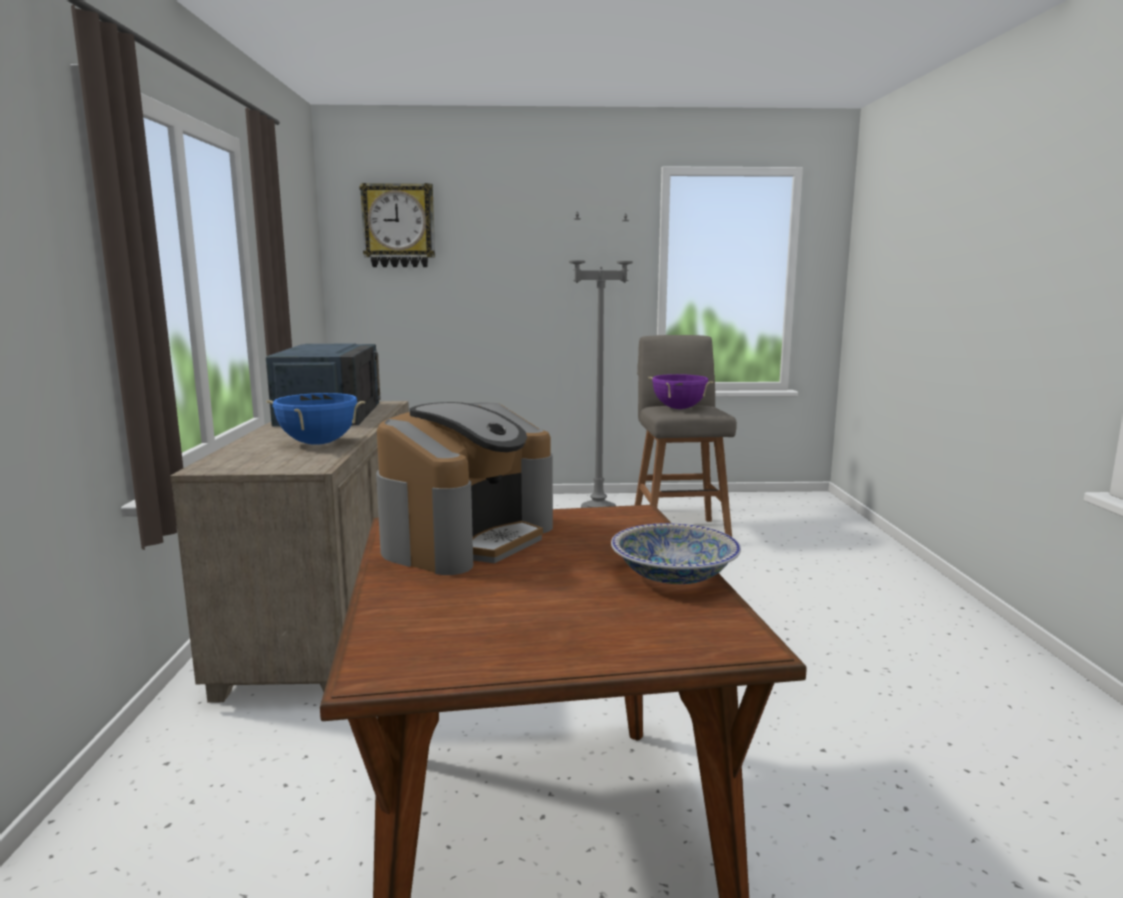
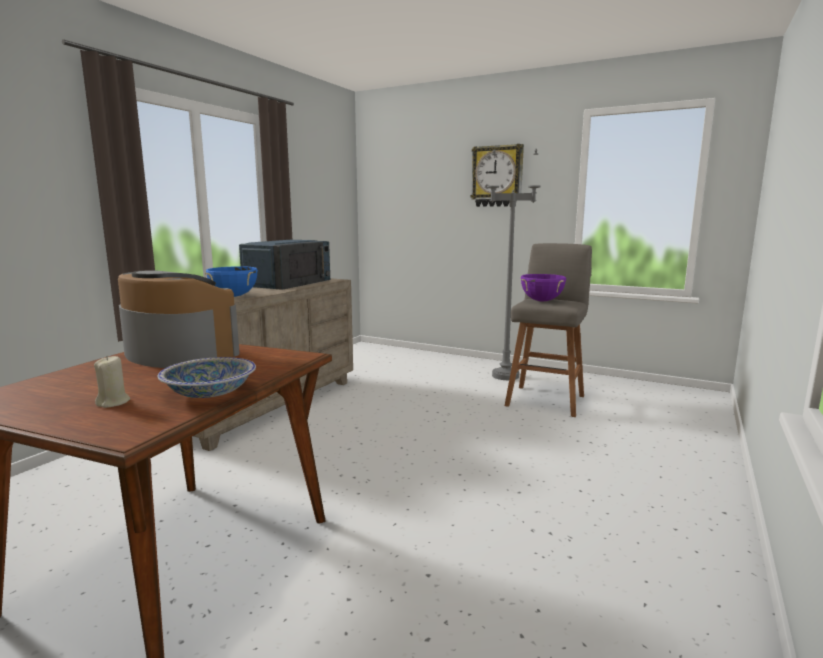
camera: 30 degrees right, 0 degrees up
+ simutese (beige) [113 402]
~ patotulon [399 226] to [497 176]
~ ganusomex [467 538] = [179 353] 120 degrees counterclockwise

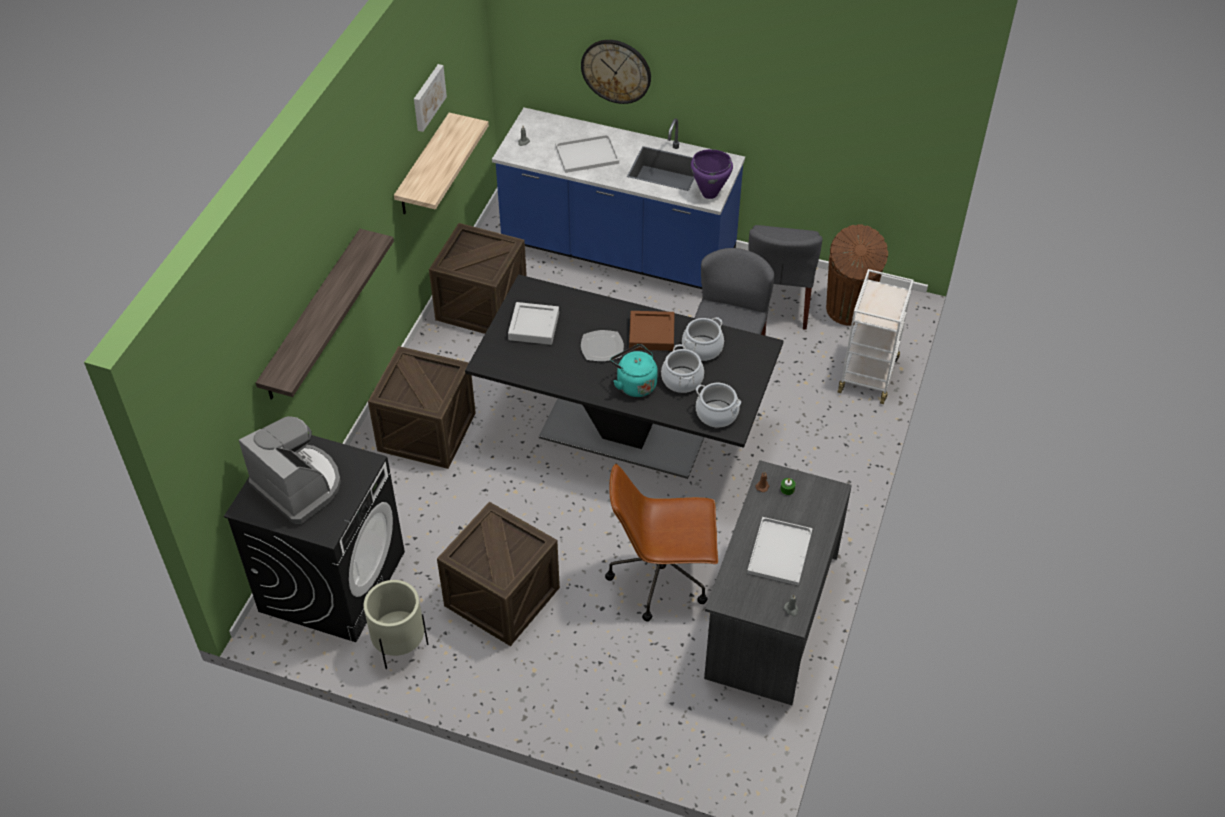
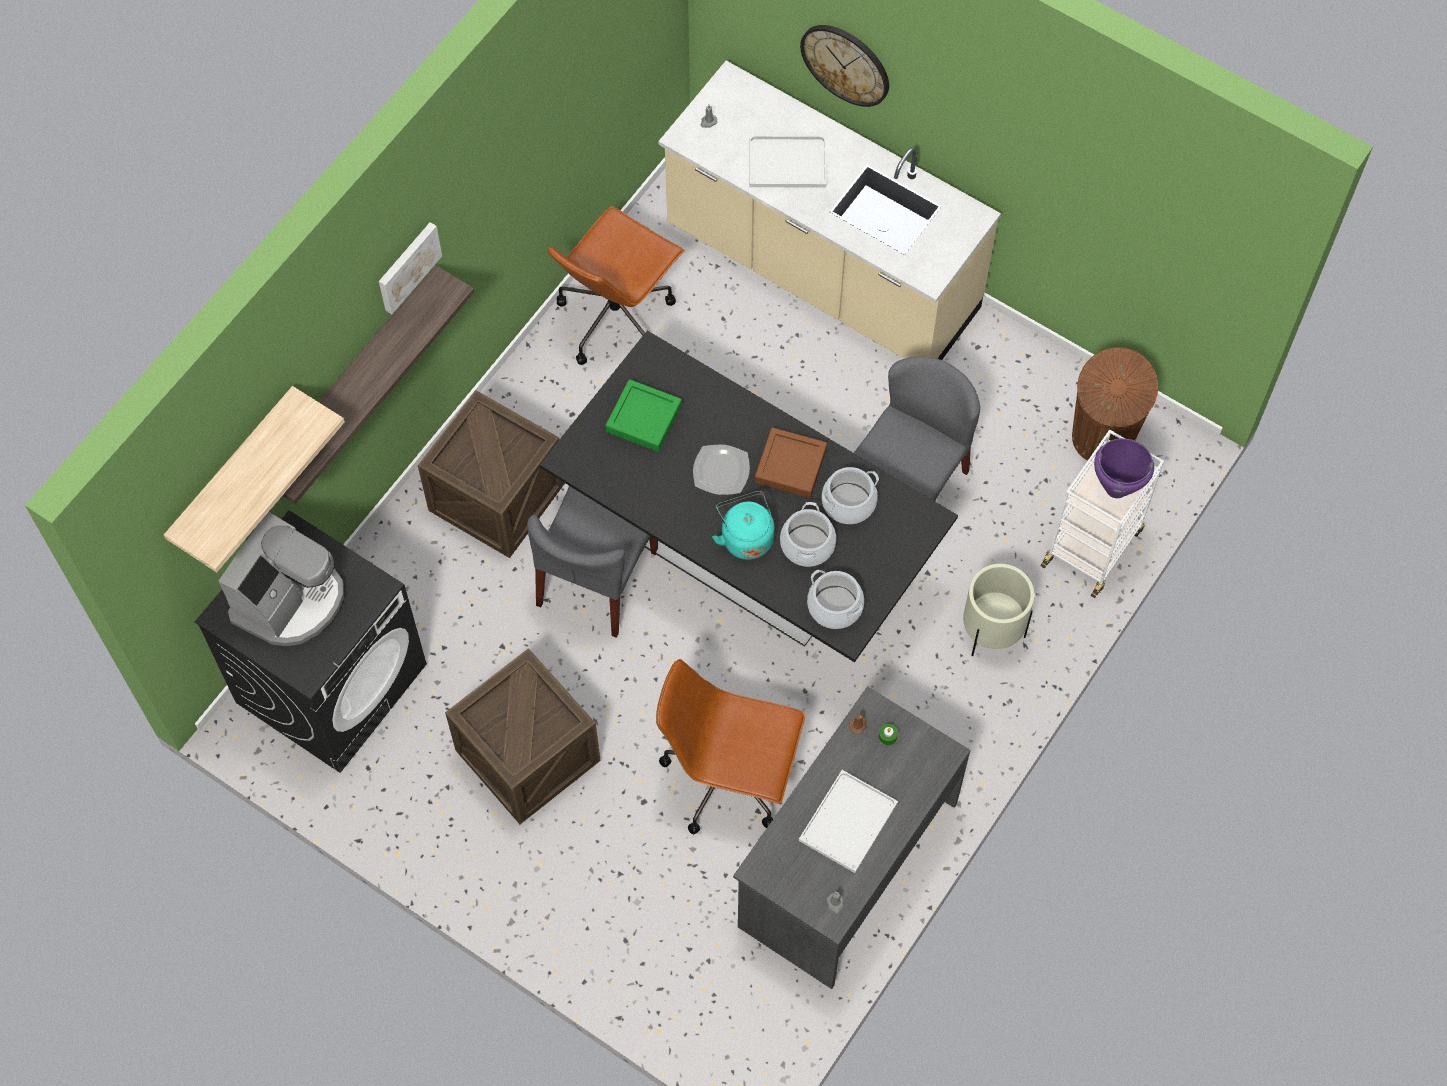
camera: 15 degrees right, 15 degrees up
~ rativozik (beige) [400 646] to [991 632]
~ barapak [423 166] to [233 471]
~ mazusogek [427 97] to [407 266]
~ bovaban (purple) [709 193] to [1116 488]
~ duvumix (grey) [777 301] to [597 579]
~ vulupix [481 305] to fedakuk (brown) [616 317]
~ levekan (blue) [618 251] to levekan (beige) [822 271]
~ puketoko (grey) [534 327] to puketoko (green) [643 418]
~ ganusomex [299 485] = [290 600] 60 degrees clockwise

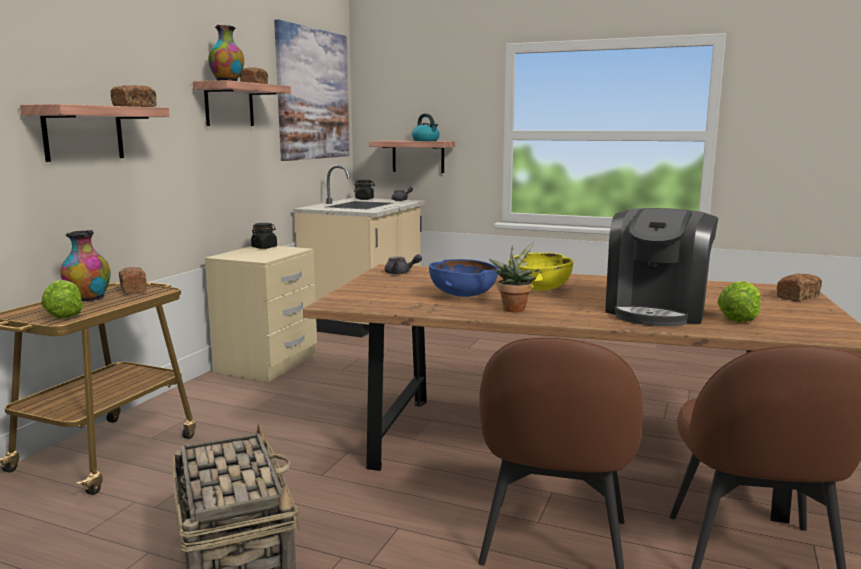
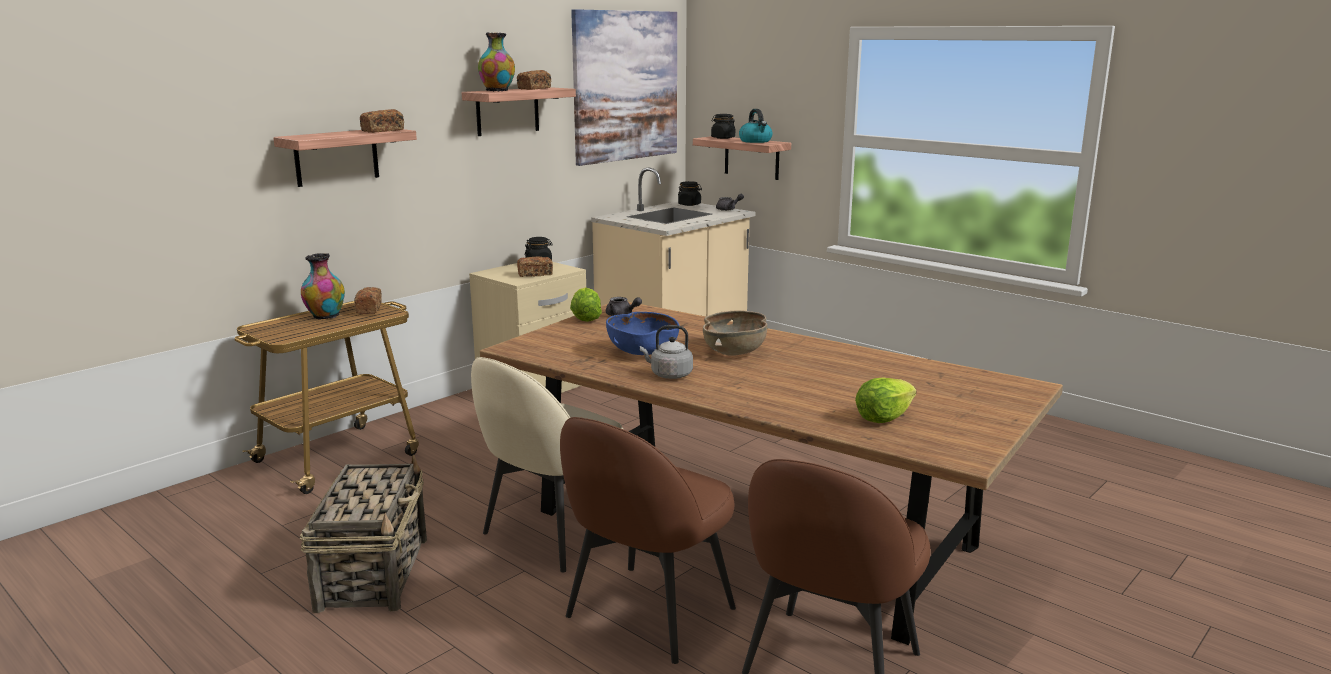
camera: 20 degrees right, 5 degrees up
- ganusomex [656 311]
+ duvumix (beige) [552 535]
+ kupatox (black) [722 138]
~ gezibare [64 315] to [585 318]
~ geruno [797 297] to [535 274]
~ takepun [514 308] to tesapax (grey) [669 375]
~ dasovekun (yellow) [540 288] to dasovekun (brown) [734 352]

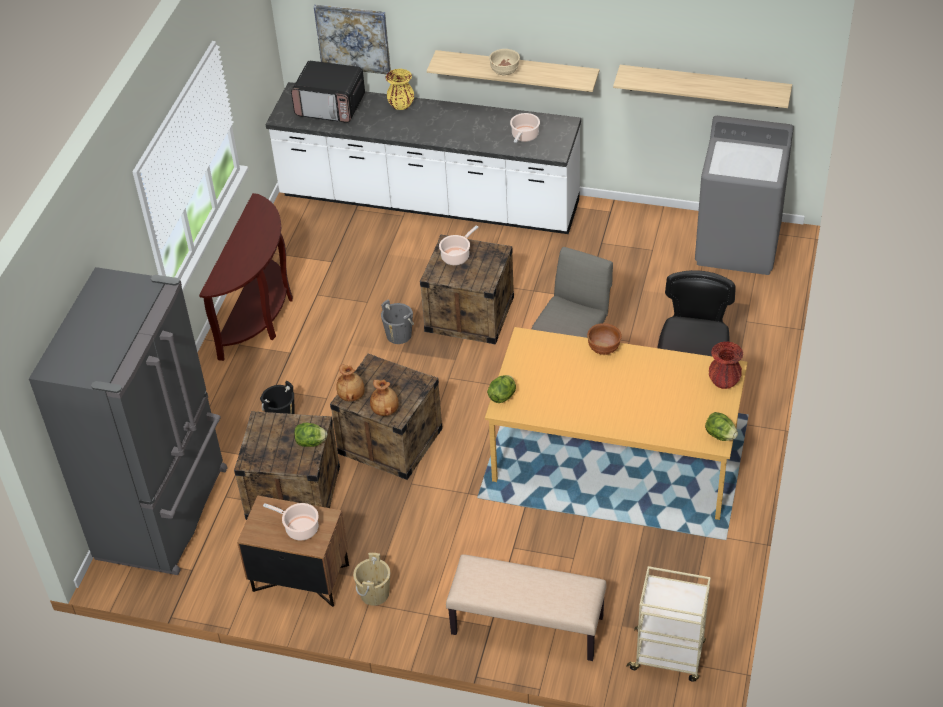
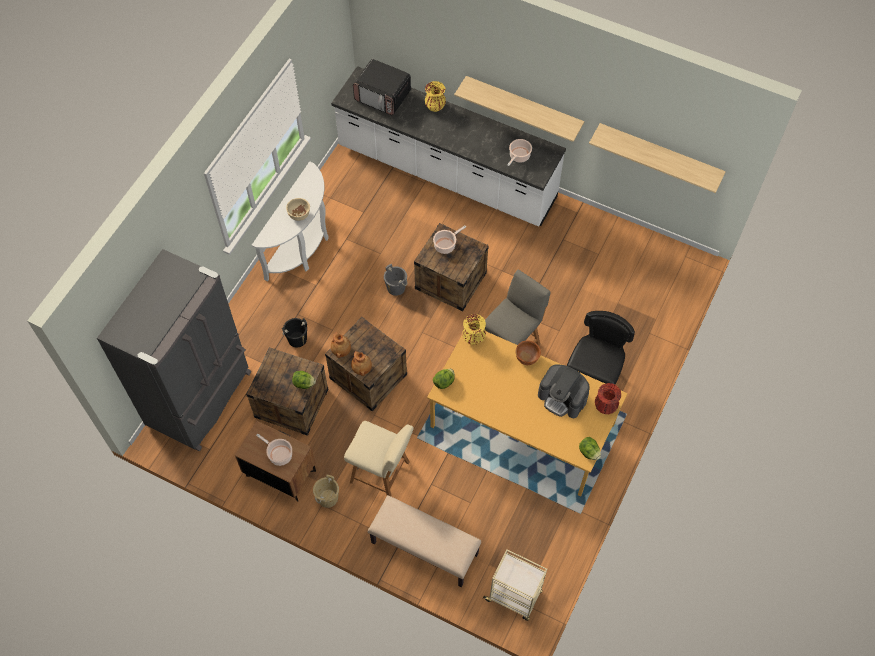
camera: 10 degrees right, 15 degrees up
- mazusogek [353 38]
- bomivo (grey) [738 245]
+ duvumix (beige) [382 473]
+ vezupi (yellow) [473 338]
+ ganusomex [562 397]
~ dasovekun (beige) [505 72] to [299 215]
~ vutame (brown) [260 315] to vutame (white) [302 247]

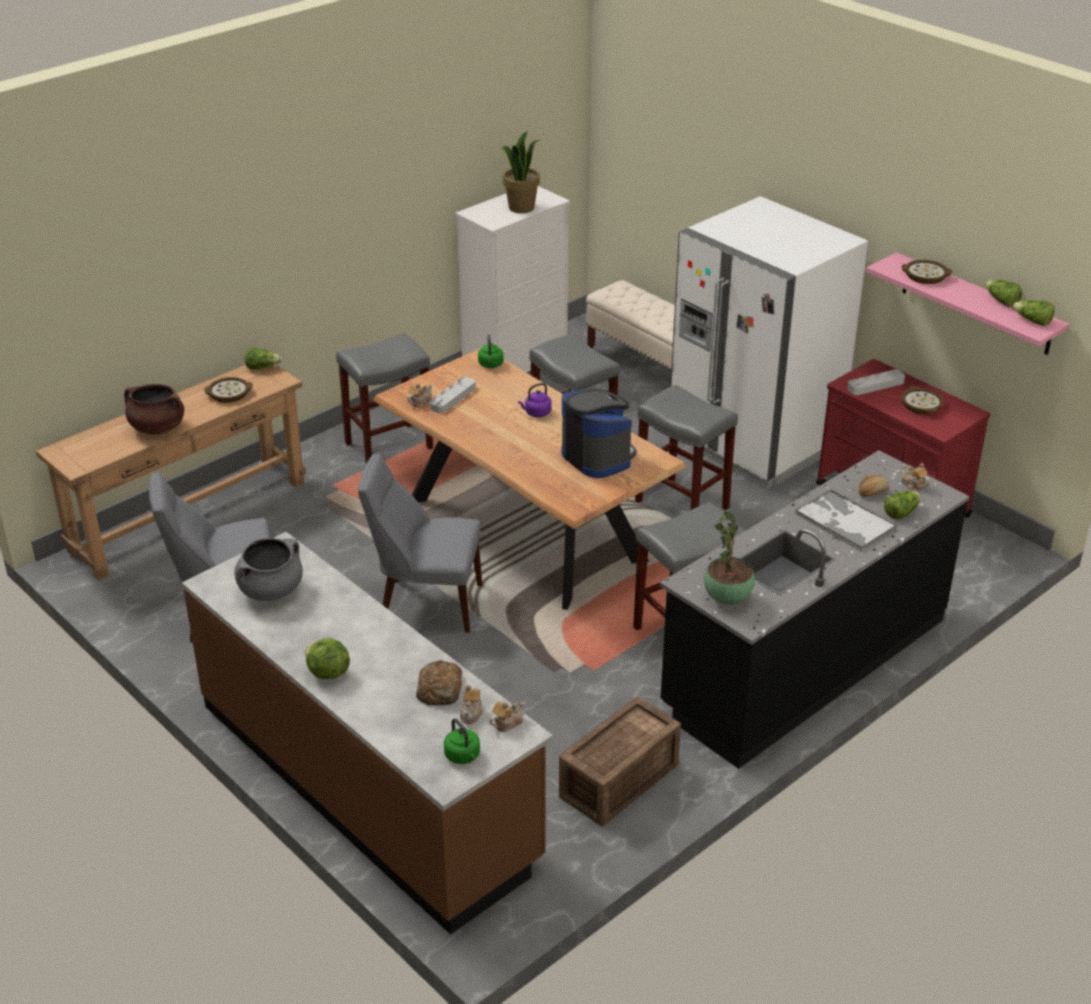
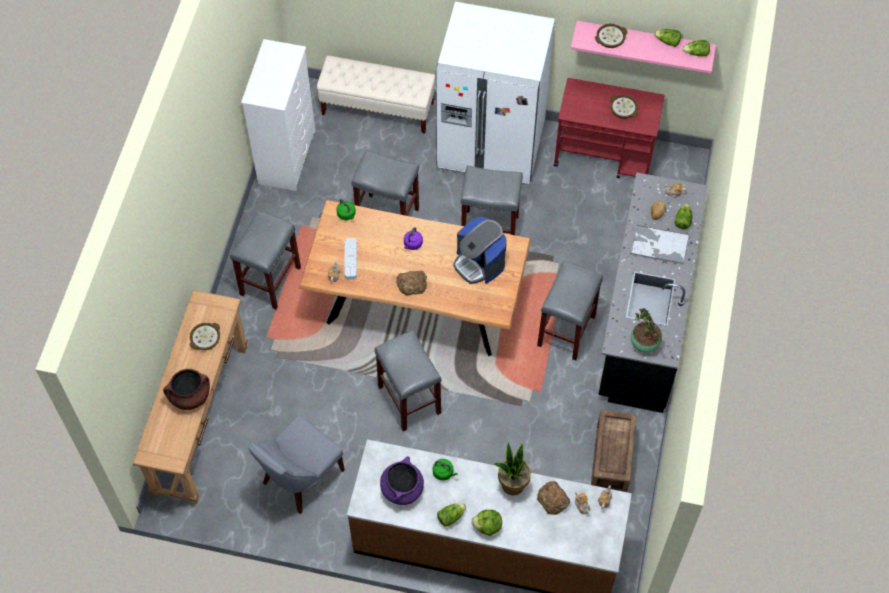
camera: 35 degrees left, 25 degrees up
- puketoko (grey) [875 385]
+ geruno [412 284]
~ gezibare [262 367] to [450 516]
~ tesapax (green) [463 756] to [444 473]
~ takepun [521 207] to [512 484]
~ duvumix (grey) [425 603] to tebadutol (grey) [408 399]
~ bovaban (grey) [271 590] to bovaban (purple) [402 488]
~ ganusomex [597 457] = [479 263] 150 degrees counterclockwise

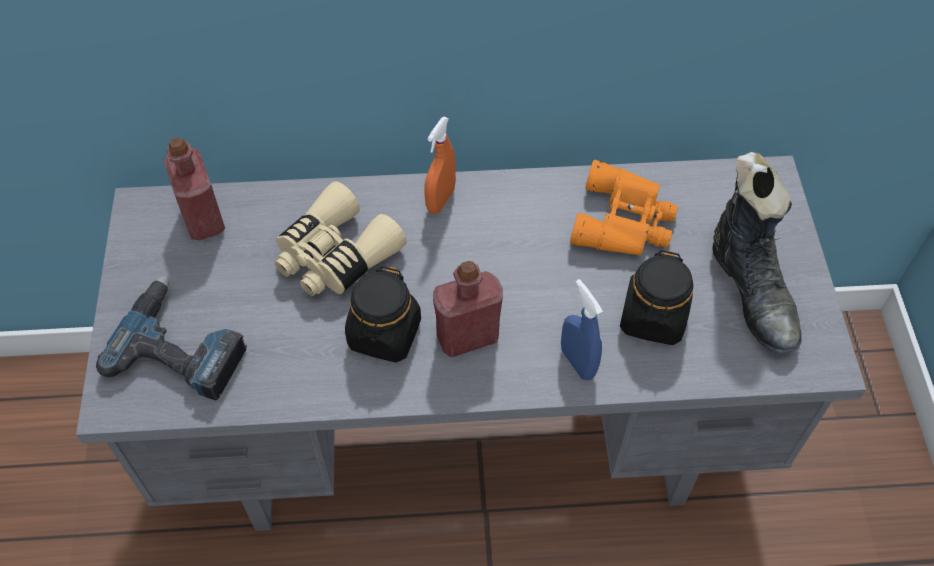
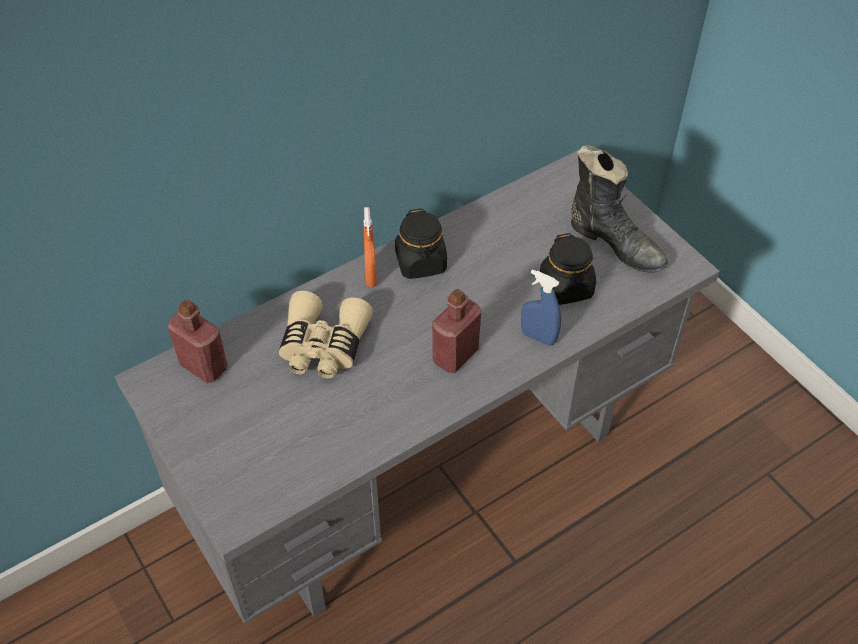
camera: 30 degrees left, 5 degrees down
- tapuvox [182 346]
- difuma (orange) [625 221]
~ kupatox (black) [384 334] to [421 262]

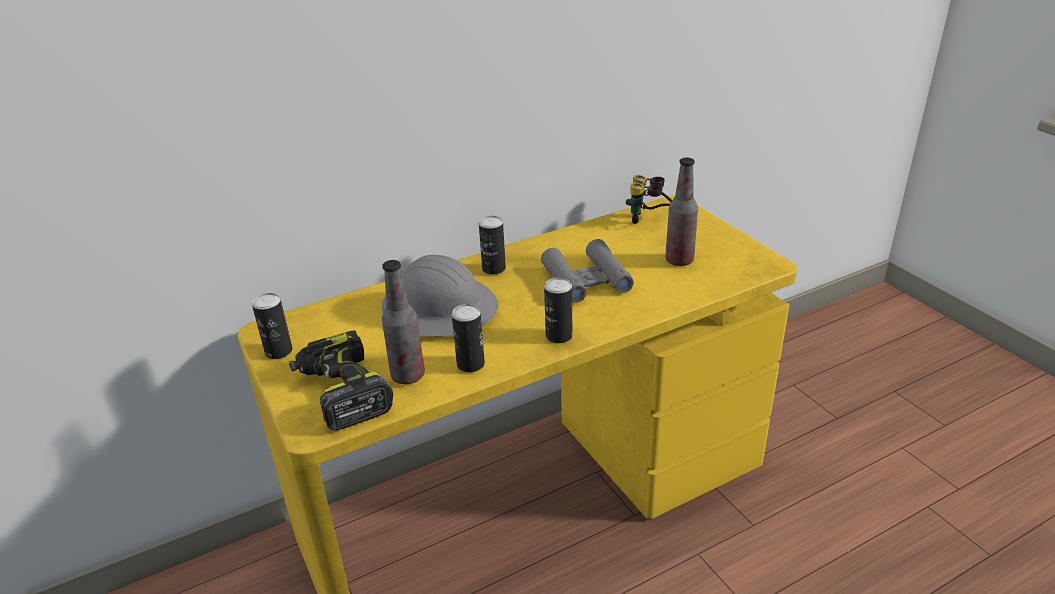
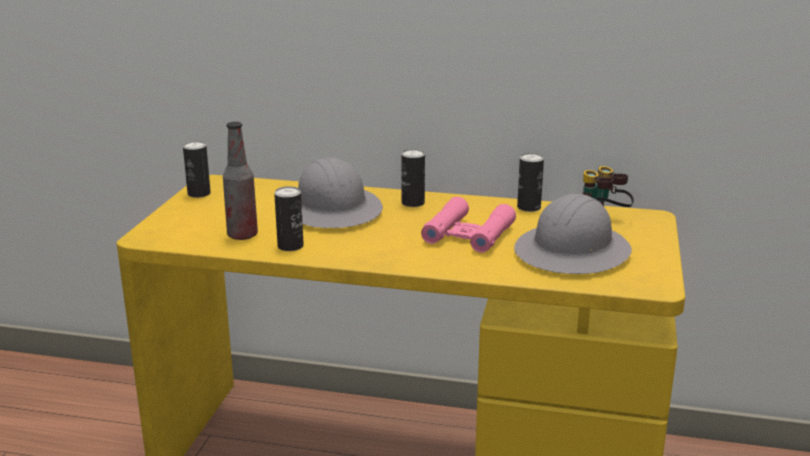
camera: 40 degrees right, 10 degrees down
- tapuvox [342 392]
~ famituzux [559 336] to [528 207]
~ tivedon [679 260] to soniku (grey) [573 252]
~ difuma (grey) [586 280] to difuma (pink) [468 234]

